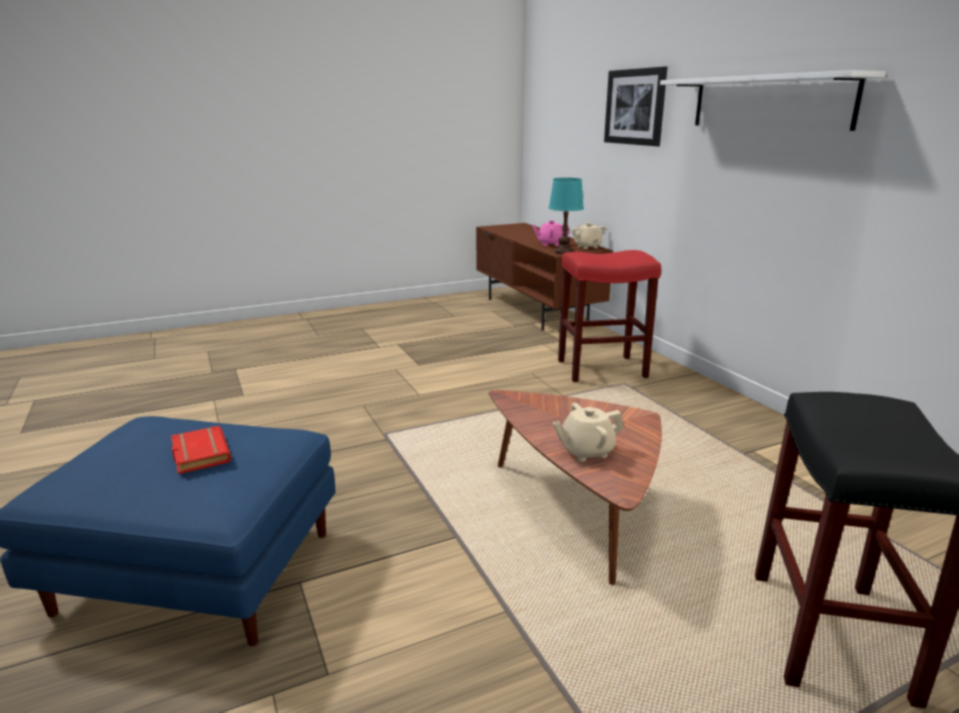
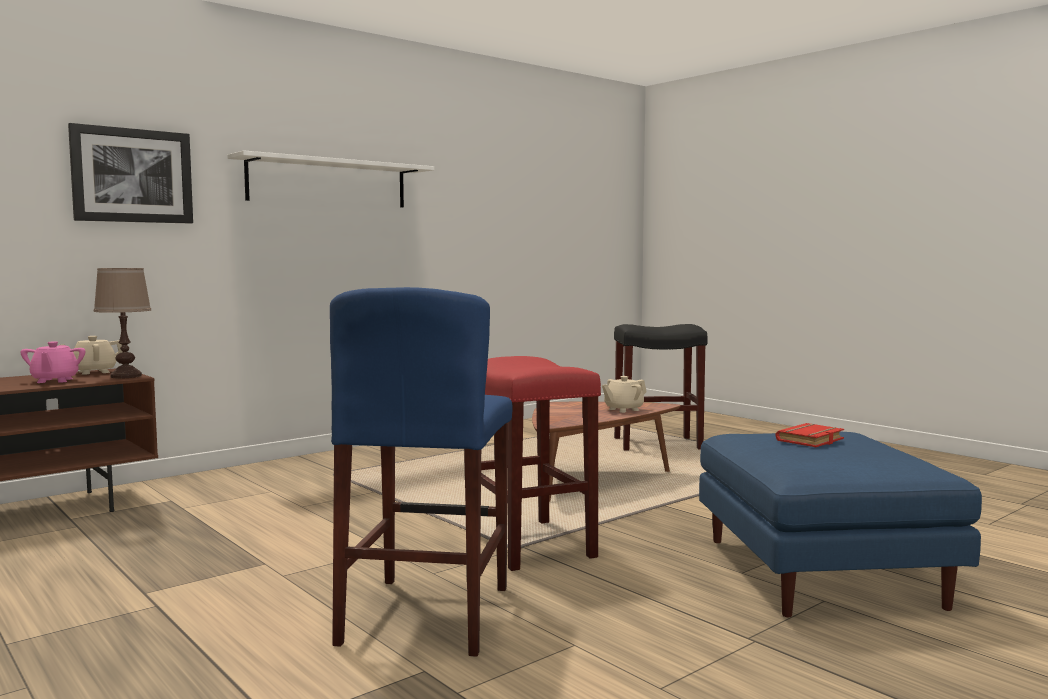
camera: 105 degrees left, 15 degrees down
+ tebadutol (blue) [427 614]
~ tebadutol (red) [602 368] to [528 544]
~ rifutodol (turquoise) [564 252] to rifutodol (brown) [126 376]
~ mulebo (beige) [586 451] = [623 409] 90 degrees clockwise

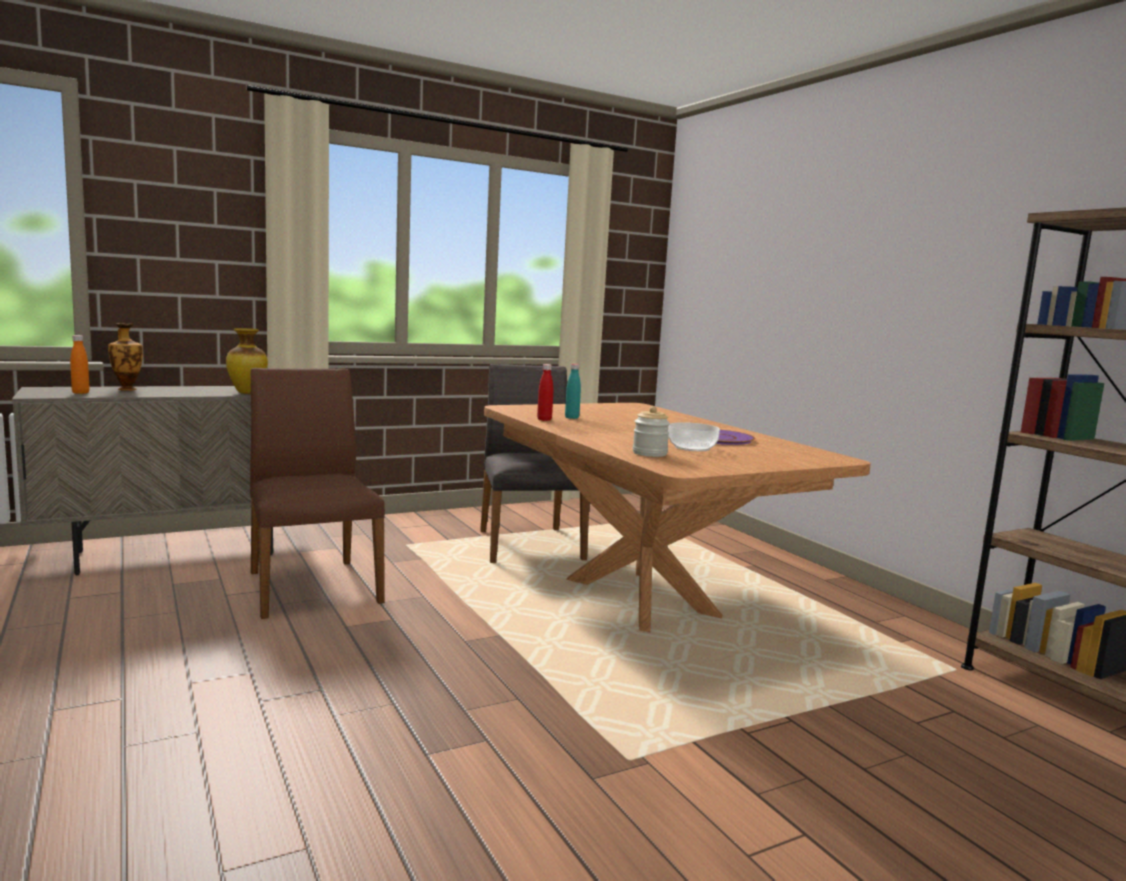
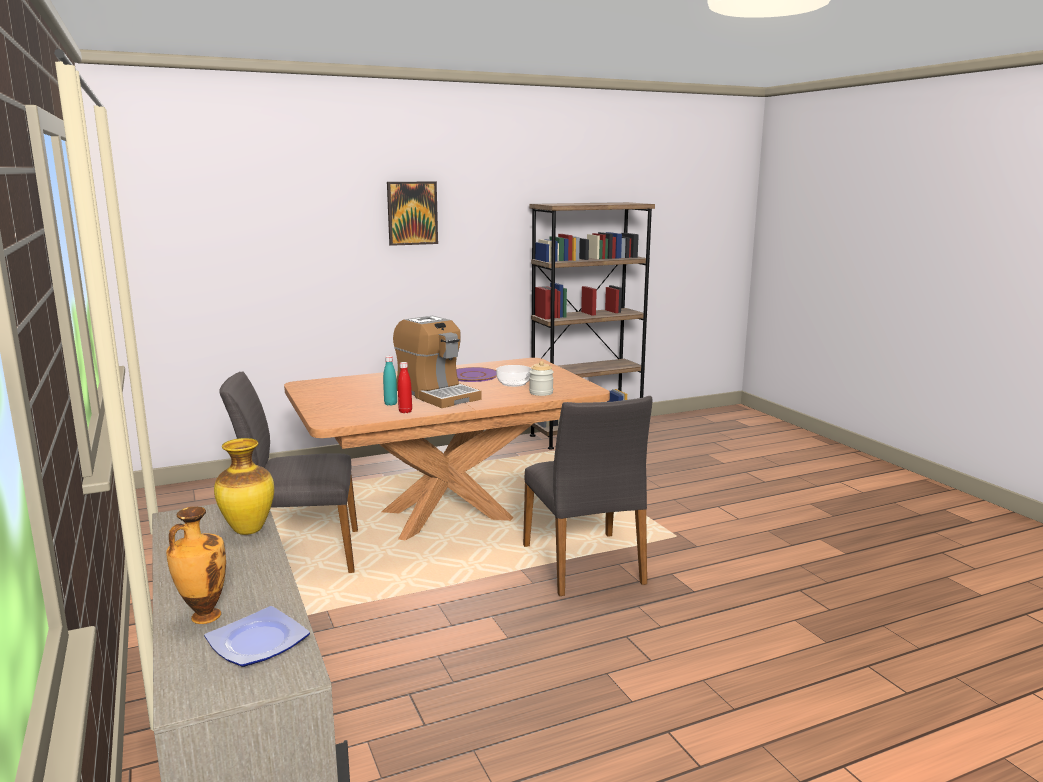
camera: 85 degrees left, 5 degrees up
- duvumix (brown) [311 586]
+ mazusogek [412 213]
+ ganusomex [436 394]
+ duvumix (grey) [585 564]
~ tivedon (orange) [80 393] to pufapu [256 642]

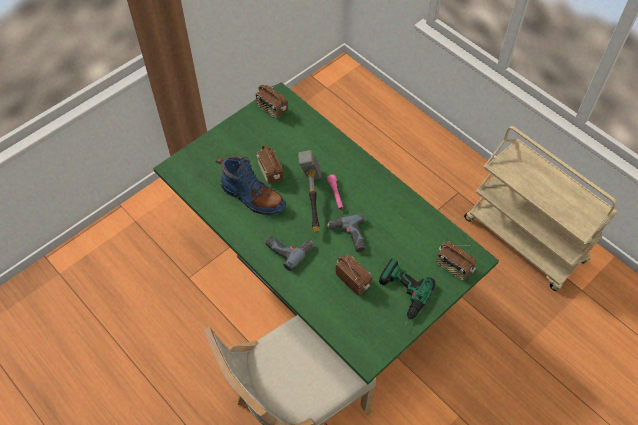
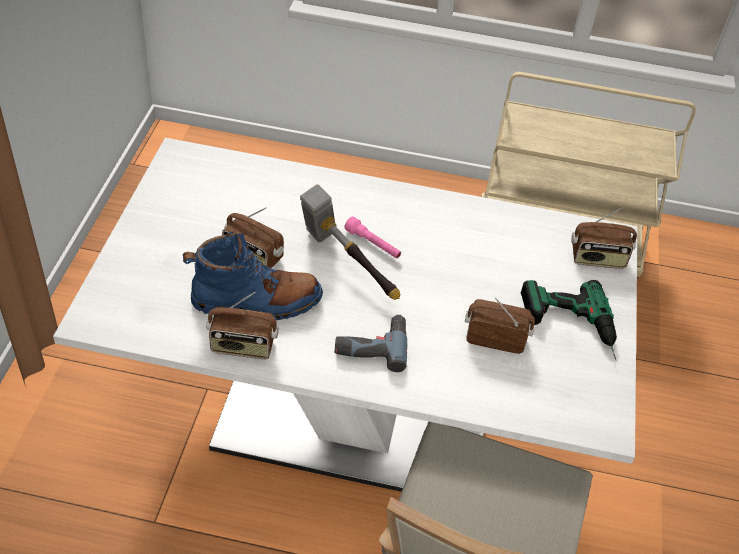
camera: 40 degrees left, 10 degrees down
- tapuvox [348 236]
~ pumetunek [271 109] to [242 347]
~ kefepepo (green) [319 281] to kefepepo (white) [354 419]

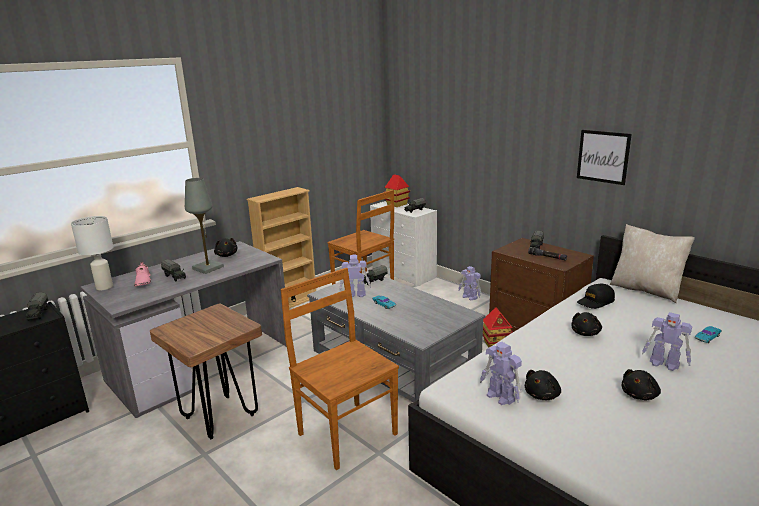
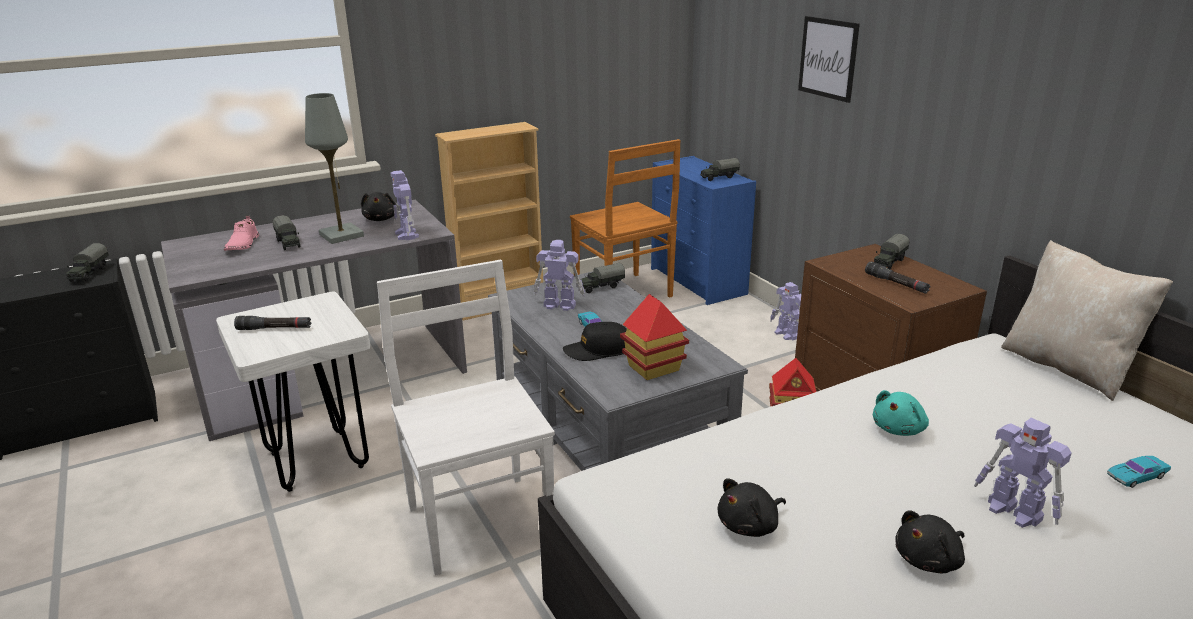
camera: 15 degrees right, 5 degrees up
- rifutodol (white) [104 287]
+ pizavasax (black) [274 329]
~ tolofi [397 204] to [653 368]
~ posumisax [501 397] to [407 235]
~ mazusogek [603 156] to [828 58]
~ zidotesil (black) [595 302] to [598 350]
~ tebadutol (brown) [220 417] to tebadutol (white) [316 460]
~ duvumix (brown) [346 432] to duvumix (white) [479 520]
~ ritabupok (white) [404 274] to ritabupok (blue) [698 281]
~ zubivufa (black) [585 333] to zubivufa (turquoise) [899 429]

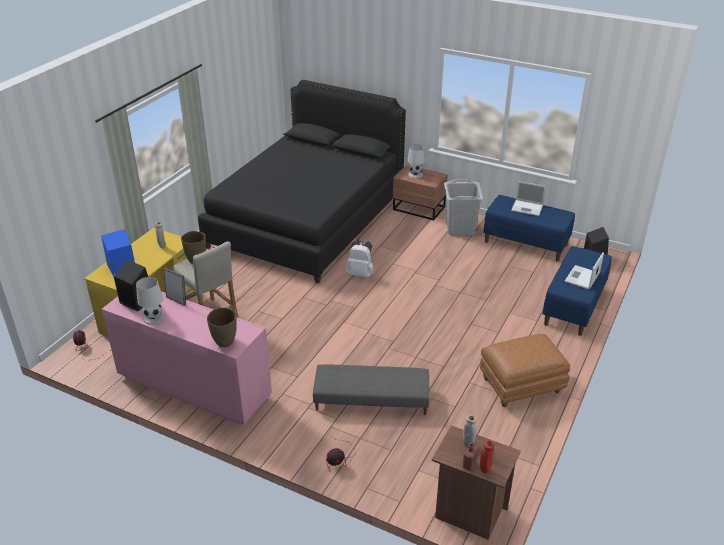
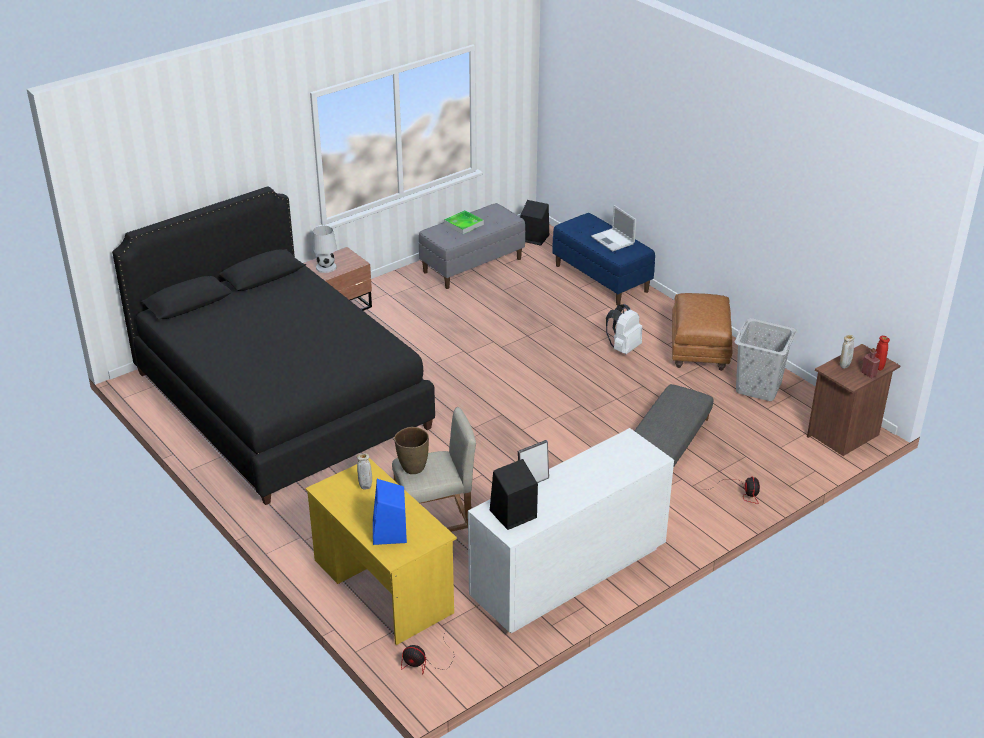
camera: 65 degrees left, 0 degrees up
- rifutodol (white) [153 318]
- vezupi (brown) [225 342]
~ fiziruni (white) [360 273] to [623 348]
~ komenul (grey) [460 228] to [758 387]
~ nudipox [527 208] to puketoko [463 224]
~ ritabupok (pink) [194 387] to ritabupok (white) [567 575]
~ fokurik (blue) [526 243] to fokurik (grey) [472 265]

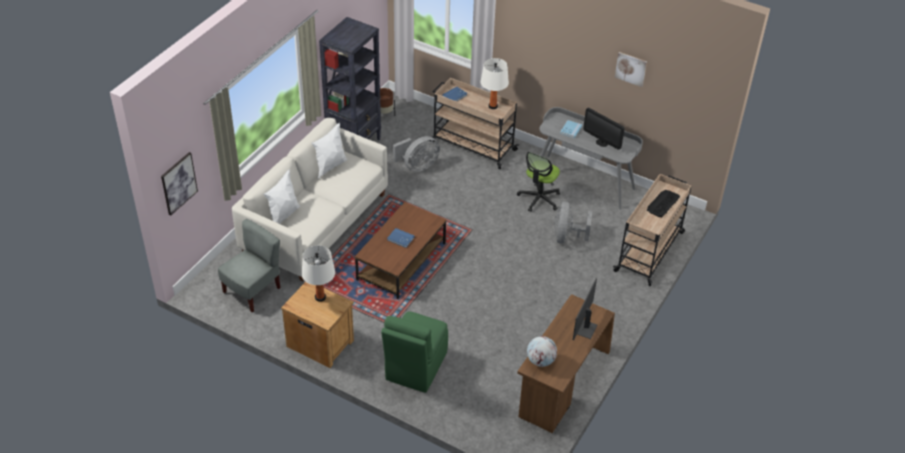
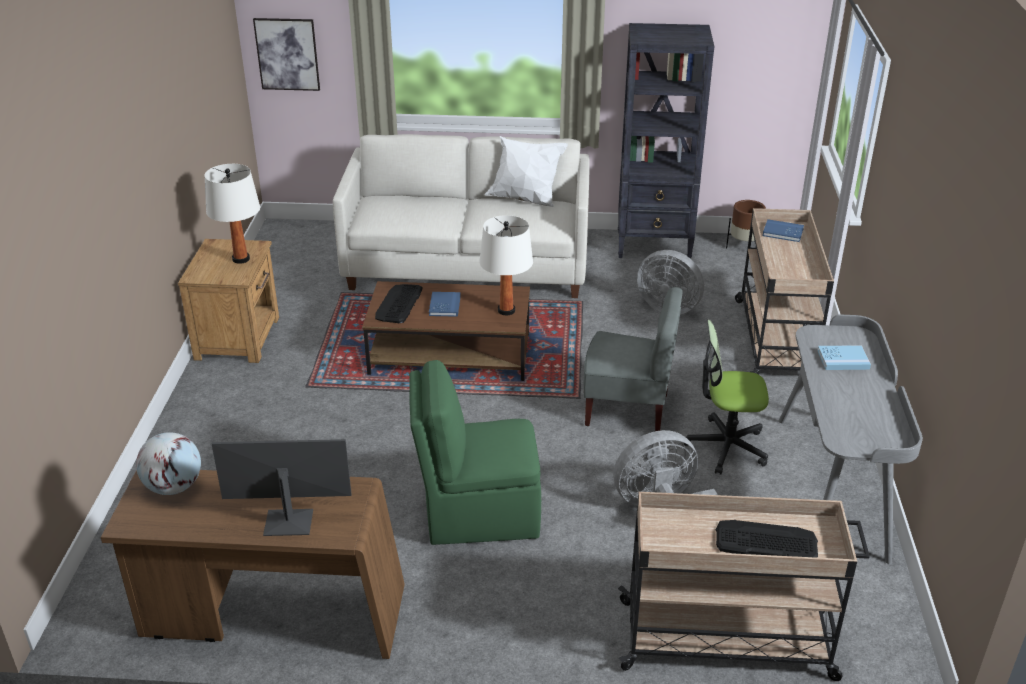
camera: 65 degrees right, 10 degrees down
- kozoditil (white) [283 215]
- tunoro [602 142]
- mazusogek [631 68]
+ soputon [399 304]
~ duvumix (grey) [253 291] to [627 409]
~ duvumix (green) [415 367] to [478 513]
~ rifutodol (white) [493 106] to [506 310]

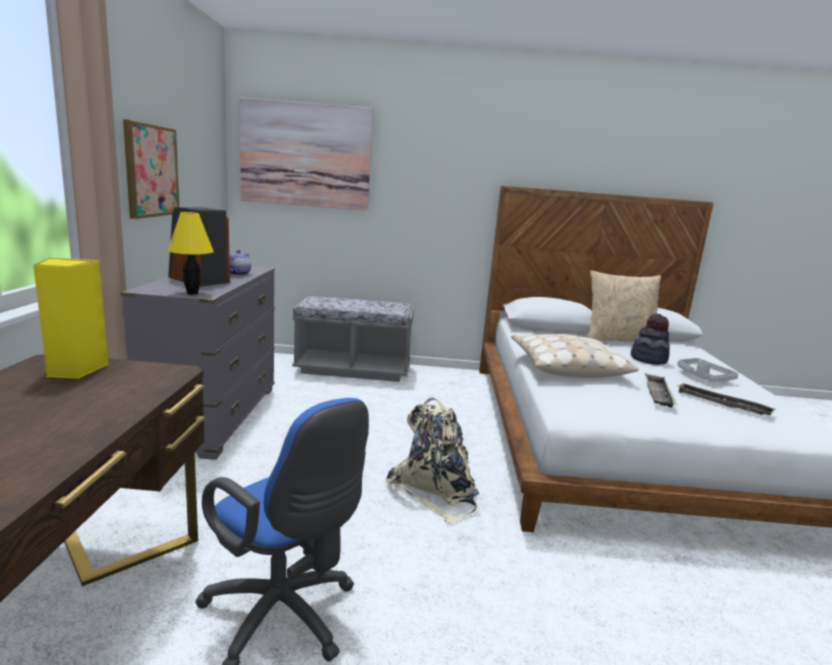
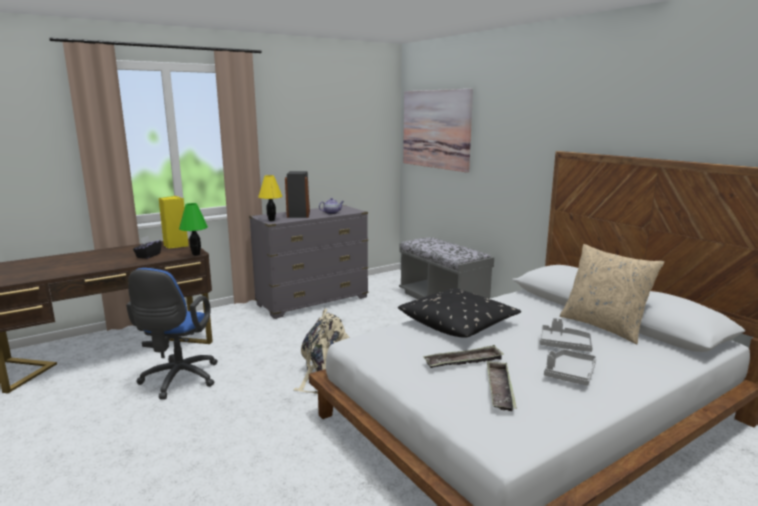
camera: 55 degrees right, 0 degrees up
- mazusogek [151 171]
+ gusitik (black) [148 256]
+ rifutodol (green) [196 254]
~ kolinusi [648 359] to puketoko (grey) [564 345]
~ kozoditil (beige) [566 367] to kozoditil (black) [458 323]

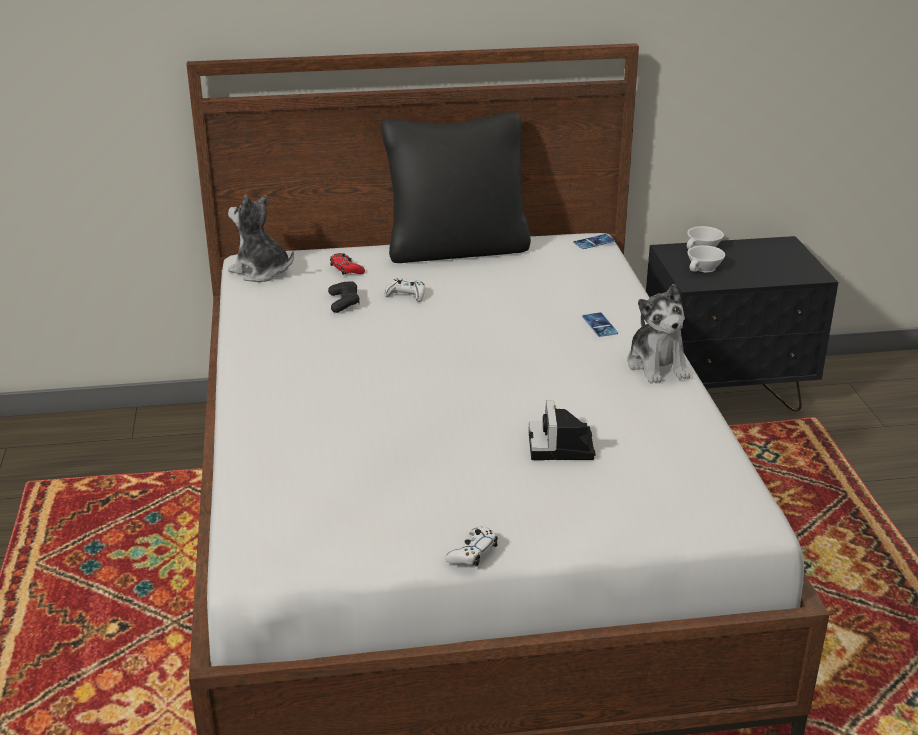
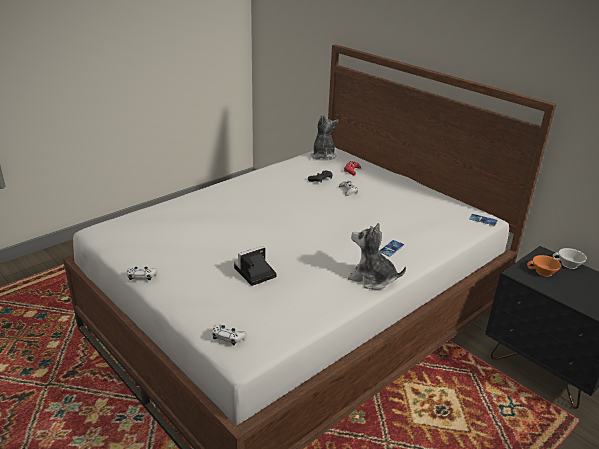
camera: 55 degrees right, 0 degrees up
- kozoditil (black) [456 249]
+ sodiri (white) [228 337]
~ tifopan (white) [705 268] to tifopan (orange) [543 272]
~ zubivufa [657 365] = [372 278] 75 degrees clockwise

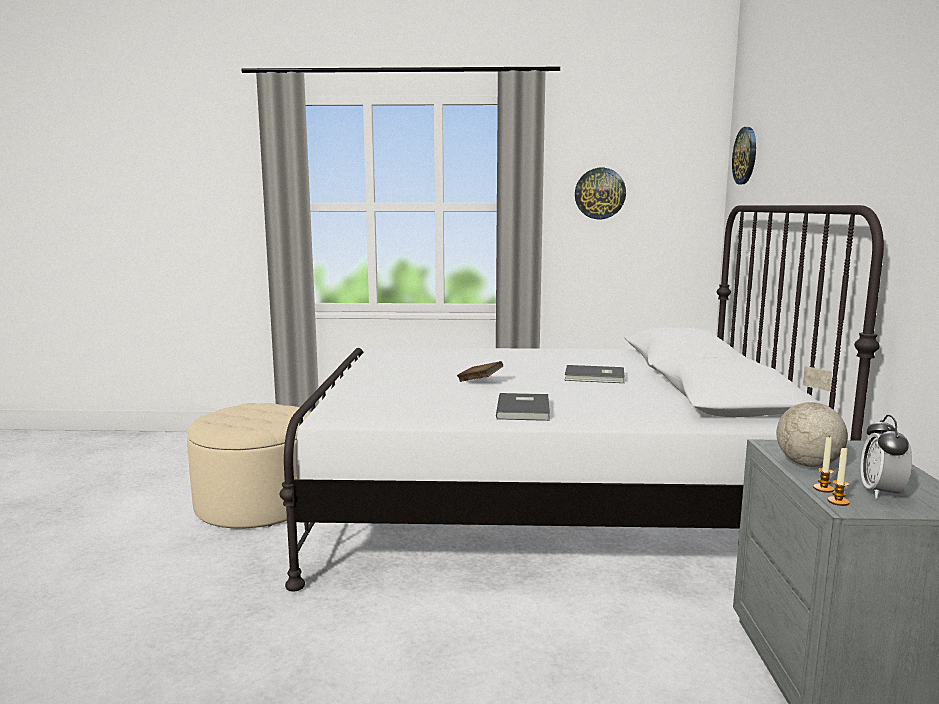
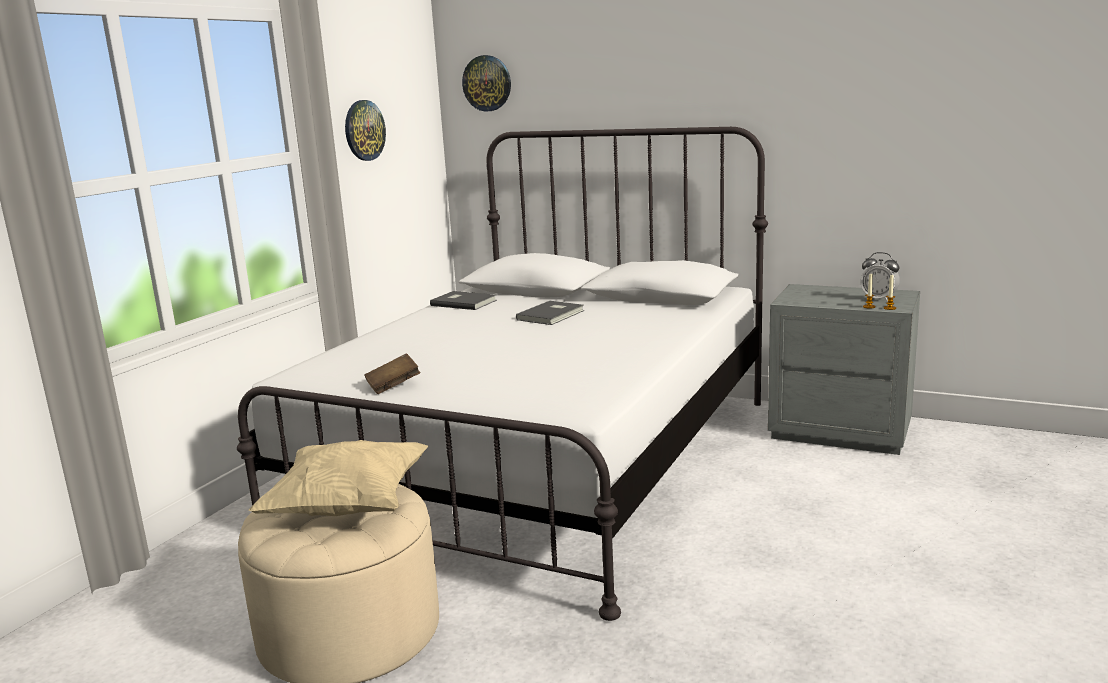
camera: 65 degrees left, 5 degrees up
- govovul [808 465]
+ kozoditil (beige) [348 506]
~ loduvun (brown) [480 382] to [393 386]
~ loduvun (grey) [525 409] to [464 302]

